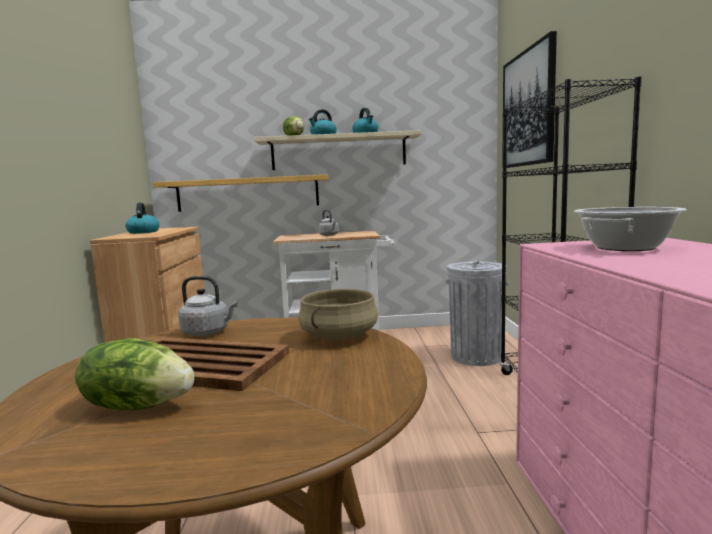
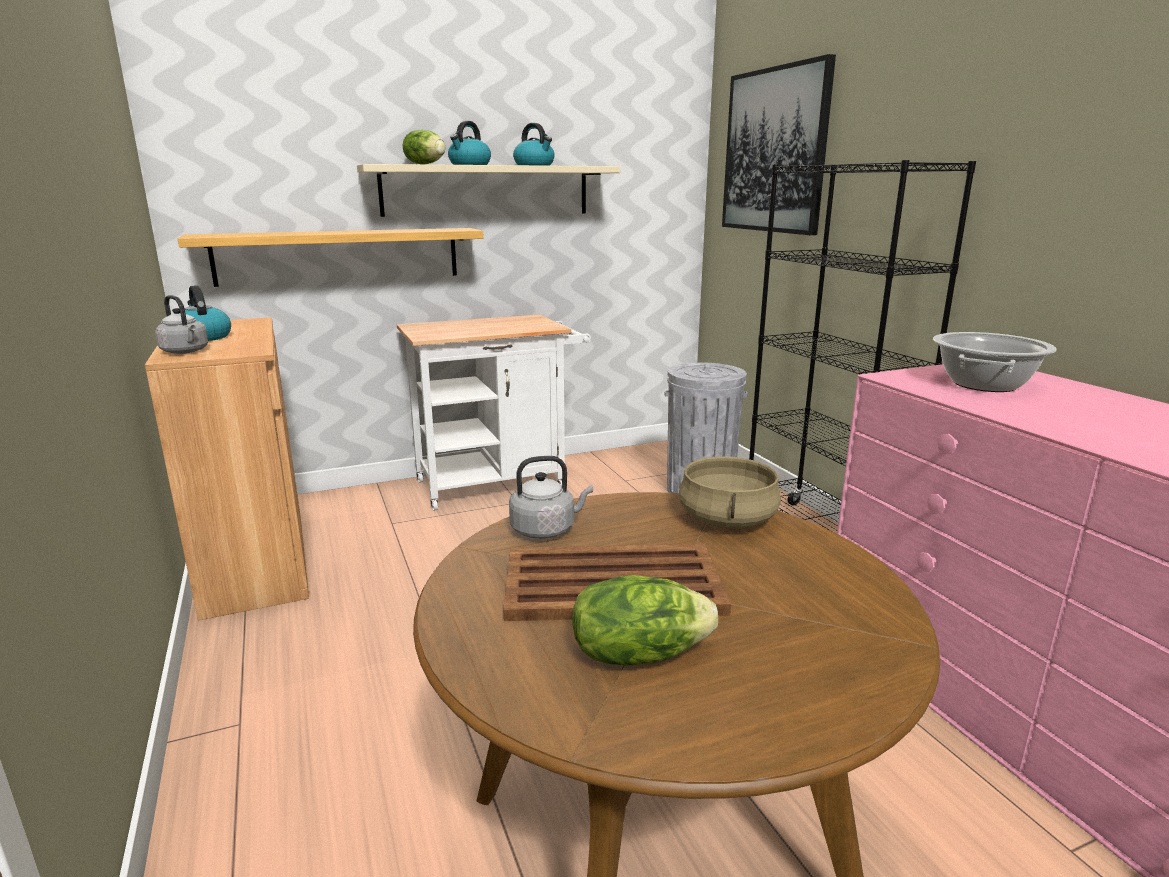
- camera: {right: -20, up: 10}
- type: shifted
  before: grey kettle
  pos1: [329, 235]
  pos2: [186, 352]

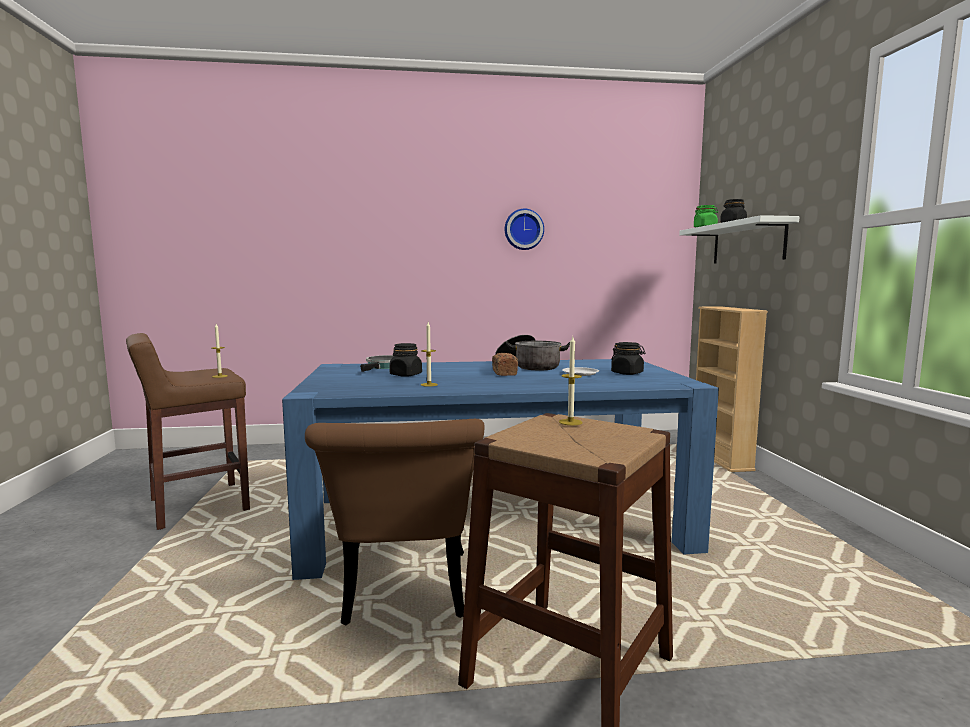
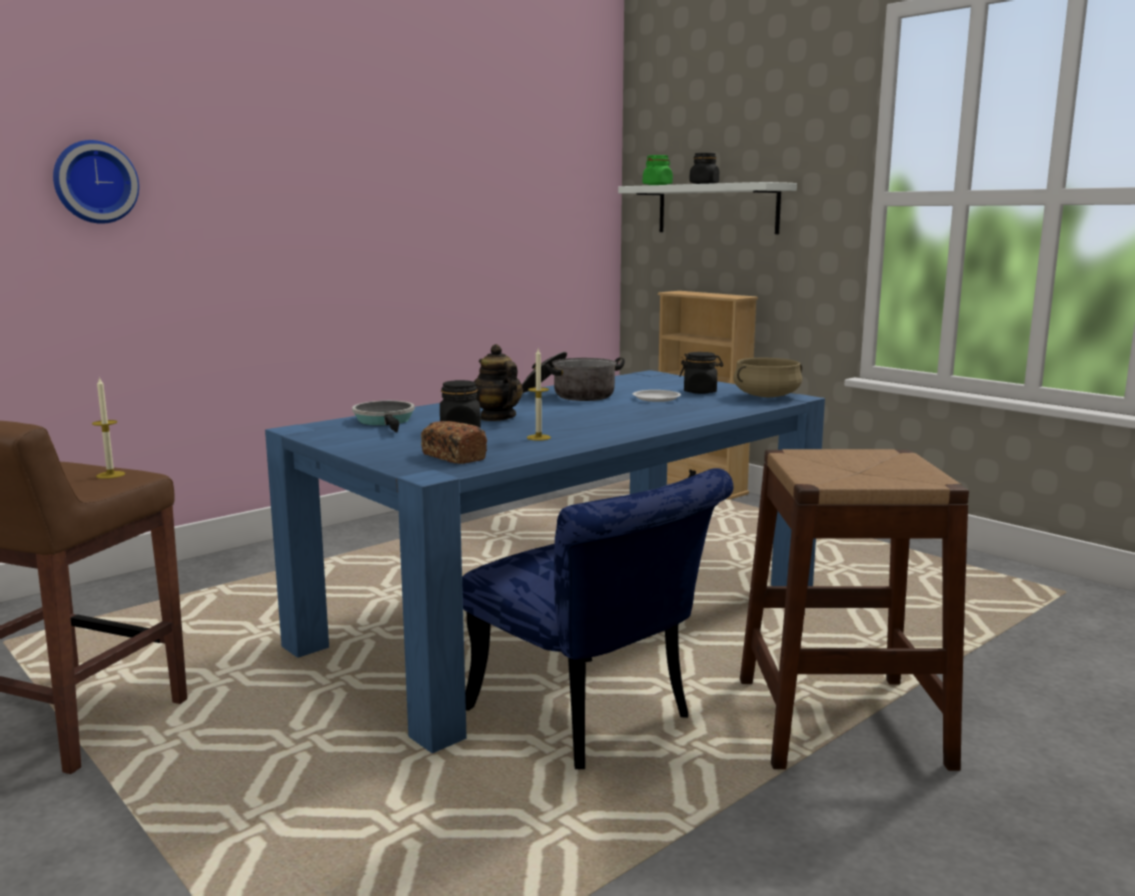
- camera: {right: -35, up: 5}
- type: shifted
  before: wall clock
  pos1: [523, 229]
  pos2: [94, 182]
- type: gone
  before: candle
  pos1: [570, 422]
- type: shifted
  before: bread
  pos1: [504, 373]
  pos2: [453, 457]
- type: repainted
  before: brown chair
  after: blue chair
  pos1: [403, 594]
  pos2: [592, 719]
- type: new
  after: teapot
  pos2: [497, 417]
- type: new
  after: beige cooking pot
  pos2: [766, 396]

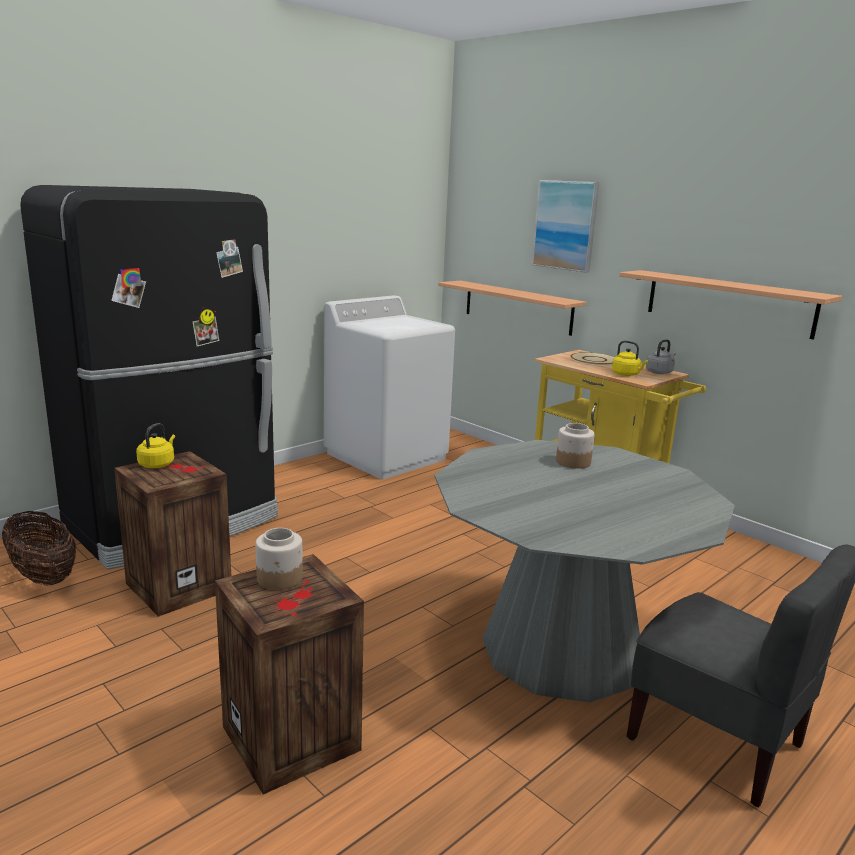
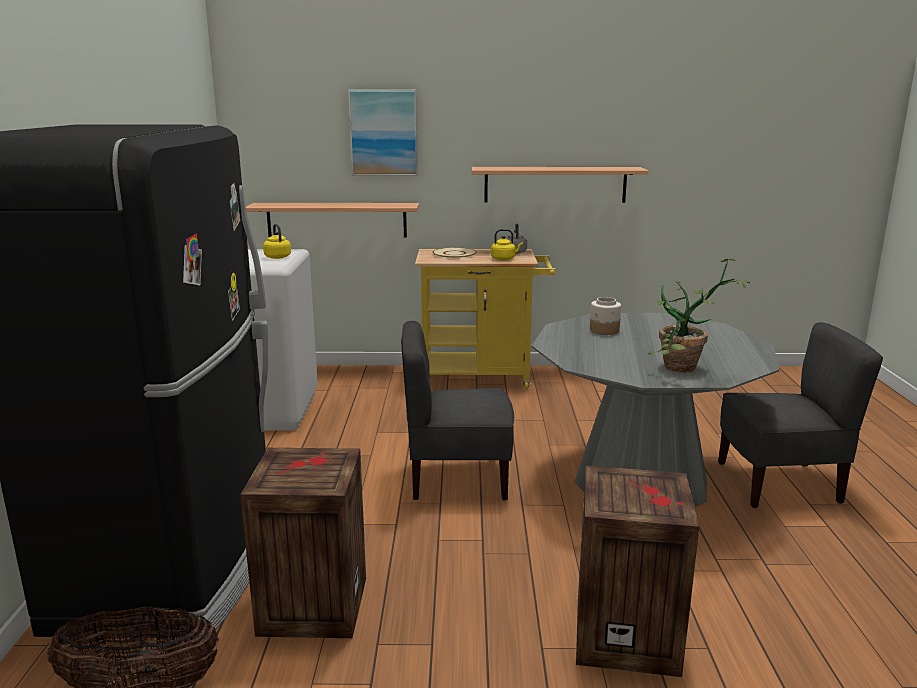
- camera: {right: -45, up: 0}
- type: shifted
  before: yellow kettle
  pos1: [157, 464]
  pos2: [277, 257]
- type: gone
  before: jar
  pos1: [280, 578]
- type: new
  after: potted plant
  pos2: [684, 370]
- type: new
  after: grey chair
  pos2: [457, 479]

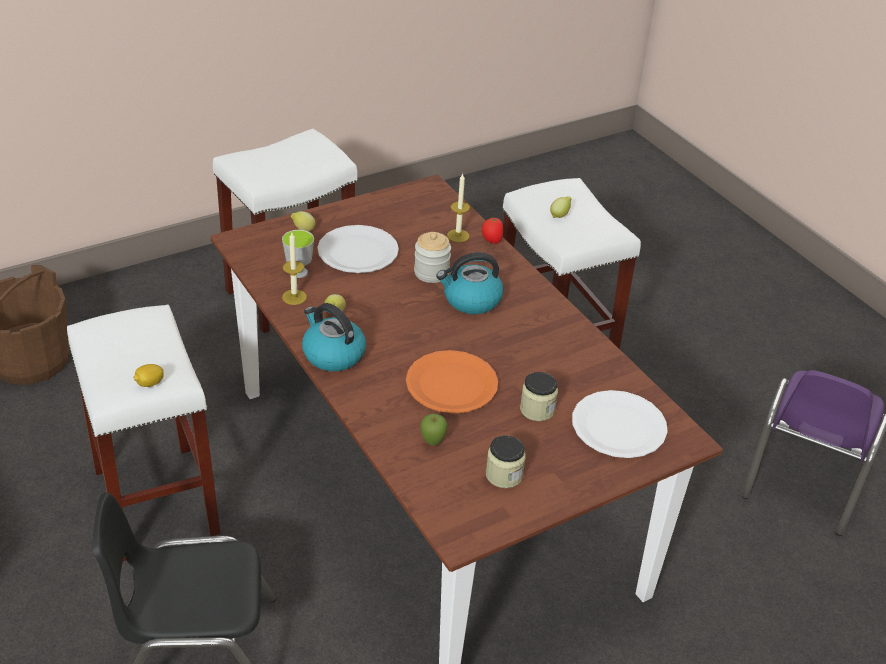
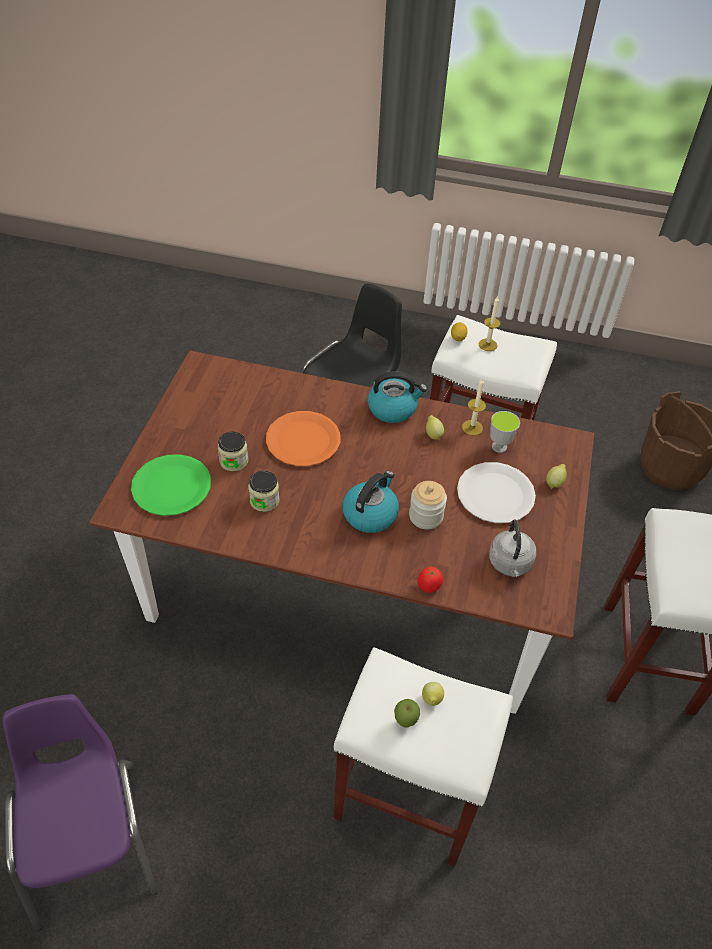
- camera: {right: 135, up: 10}
- type: shifted
  before: candle
  pos1: [458, 235]
  pos2: [487, 345]
- type: repainted
  before: white plate
  after: green plate
  pos1: [619, 426]
  pos2: [171, 486]
- type: shifted
  before: apple
  pos1: [432, 443]
  pos2: [405, 722]
- type: shifted
  before: jar
  pos1: [504, 475]
  pos2: [264, 500]
- type: new
  after: grey kettle
  pos2: [510, 564]

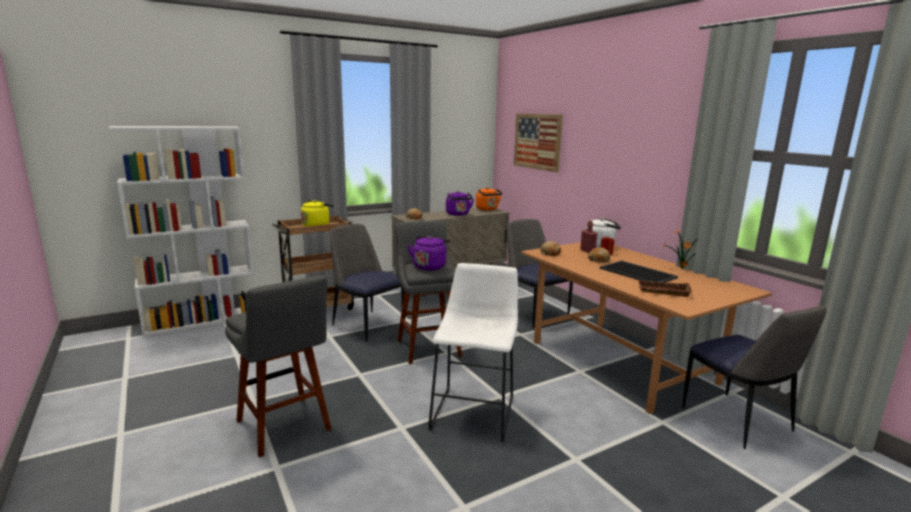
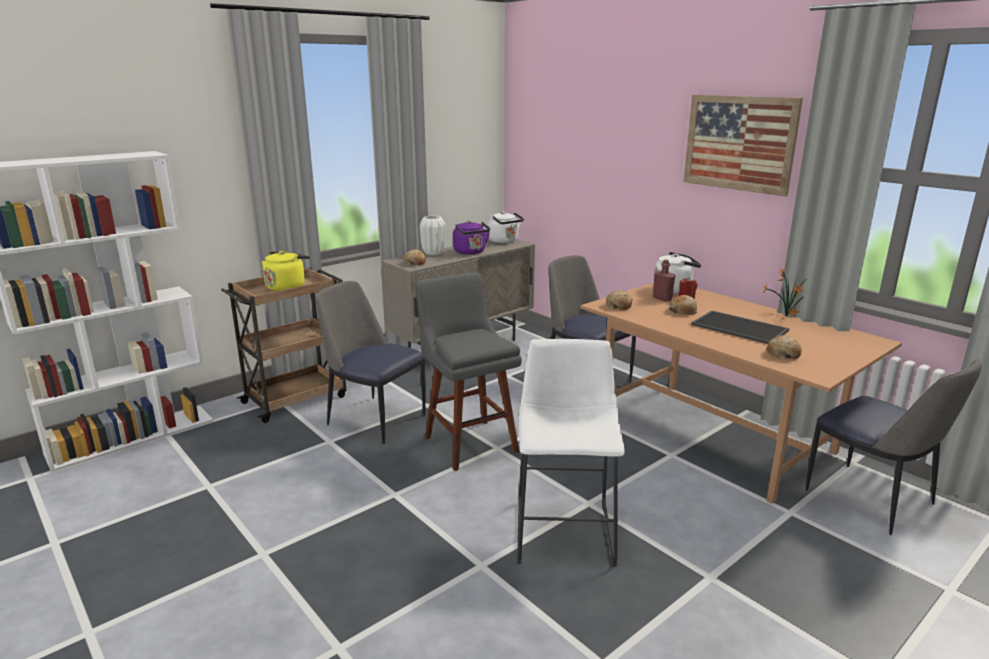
- camera: {right: -10, up: 5}
- type: shifted
  before: picture
  pos1: [537, 141]
  pos2: [739, 143]
- type: repainted
  before: orange kettle
  after: white kettle
  pos1: [487, 209]
  pos2: [504, 241]
- type: gone
  before: purple kettle
  pos1: [429, 266]
- type: gone
  before: grey stool
  pos1: [285, 428]
- type: swapped
  before: brown tray
  after: bread
  pos1: [662, 292]
  pos2: [782, 354]
- type: new
  after: white vase
  pos2: [433, 253]

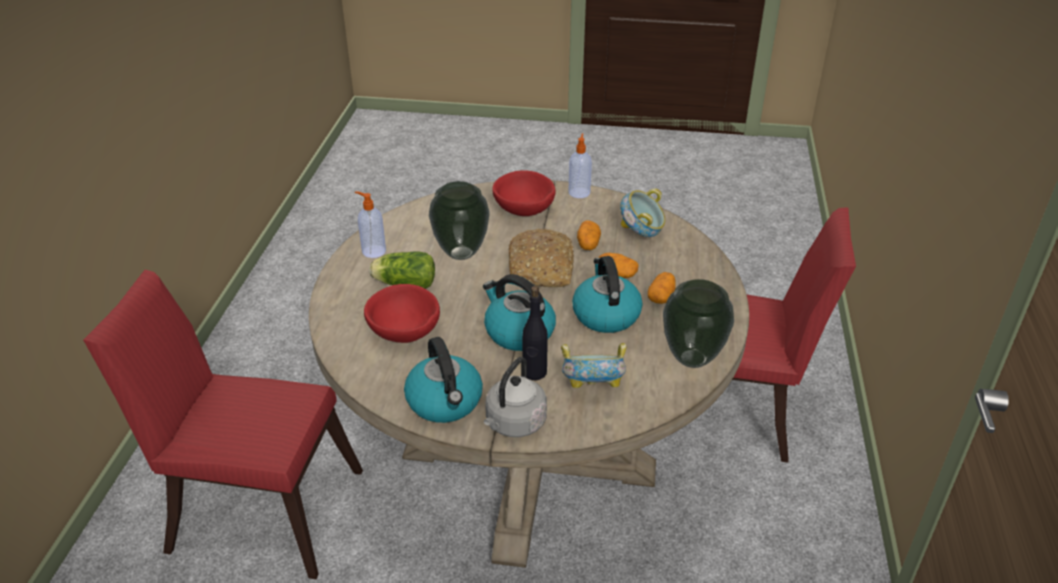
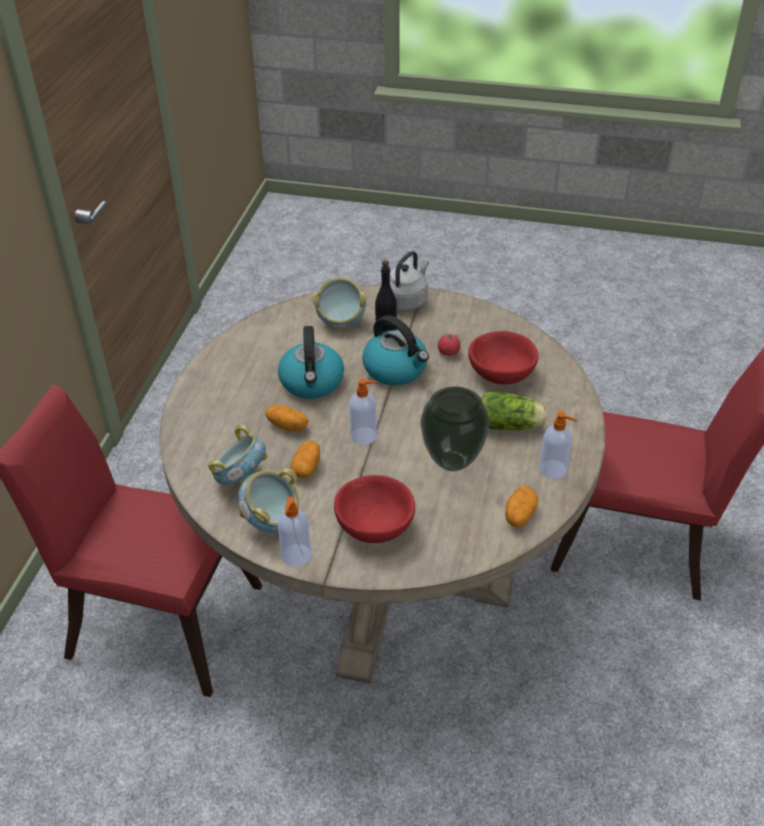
- camera: {right: -175, up: 5}
- type: swapped
  before: bread
  after: soap dispenser
  pos1: [542, 269]
  pos2: [364, 436]
- type: shifted
  before: potato
  pos1: [661, 297]
  pos2: [519, 515]
- type: gone
  before: vase
  pos1: [692, 358]
- type: gone
  before: kettle
  pos1: [445, 402]
- type: new
  after: tomato
  pos2: [448, 352]
- type: new
  after: bowl
  pos2: [271, 521]

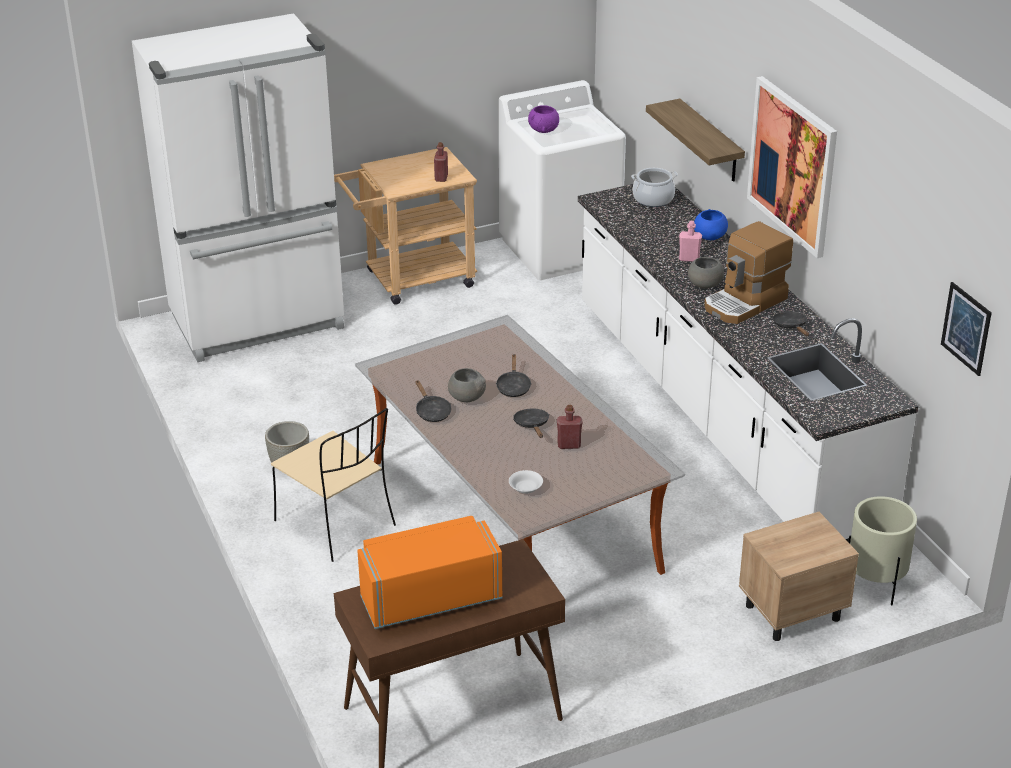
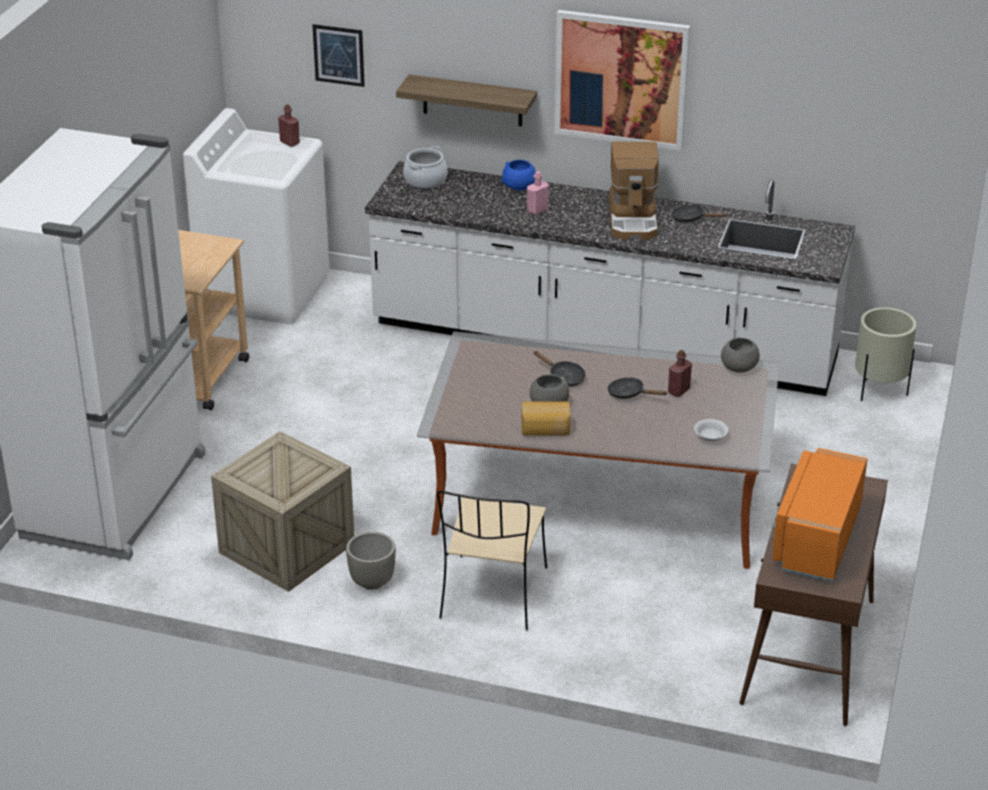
- camera: {right: -50, up: 0}
- type: gone
  before: purple bowl
  pos1: [543, 130]
- type: shifted
  before: red bottle
  pos1: [441, 178]
  pos2: [289, 142]
- type: shifted
  before: grey bowl
  pos1: [704, 285]
  pos2: [739, 368]
- type: shifted
  before: picture
  pos1: [966, 328]
  pos2: [338, 55]
- type: swapped
  before: black frying pan
  after: bread
  pos1: [432, 411]
  pos2: [545, 430]
- type: rotated
  before: beige chair
  pos1: [337, 524]
  pos2: [493, 595]
  turn: 105
- type: gone
  before: beige nightstand
  pos1: [791, 612]
- type: new
  after: crate
  pos2: [287, 548]

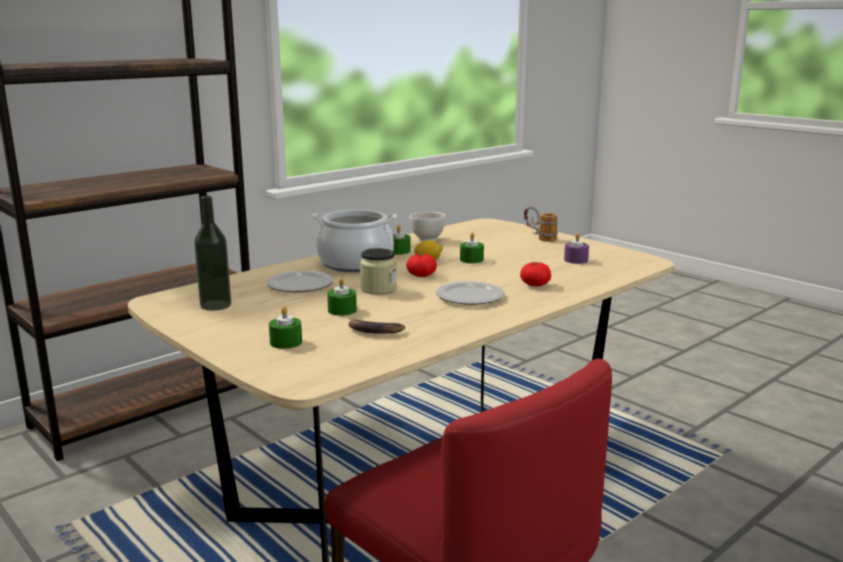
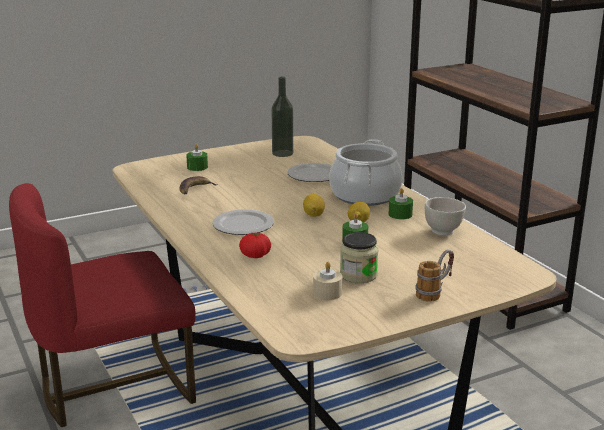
- camera: {right: 105, up: 5}
- type: repainted
  before: purple candle
  after: beige candle
  pos1: [576, 260]
  pos2: [327, 293]
- type: shifted
  before: jar
  pos1: [378, 289]
  pos2: [358, 275]
- type: swapped
  before: tomato
  after: lemon
  pos1: [421, 275]
  pos2: [313, 215]
- type: gone
  before: green candle
  pos1: [342, 310]

